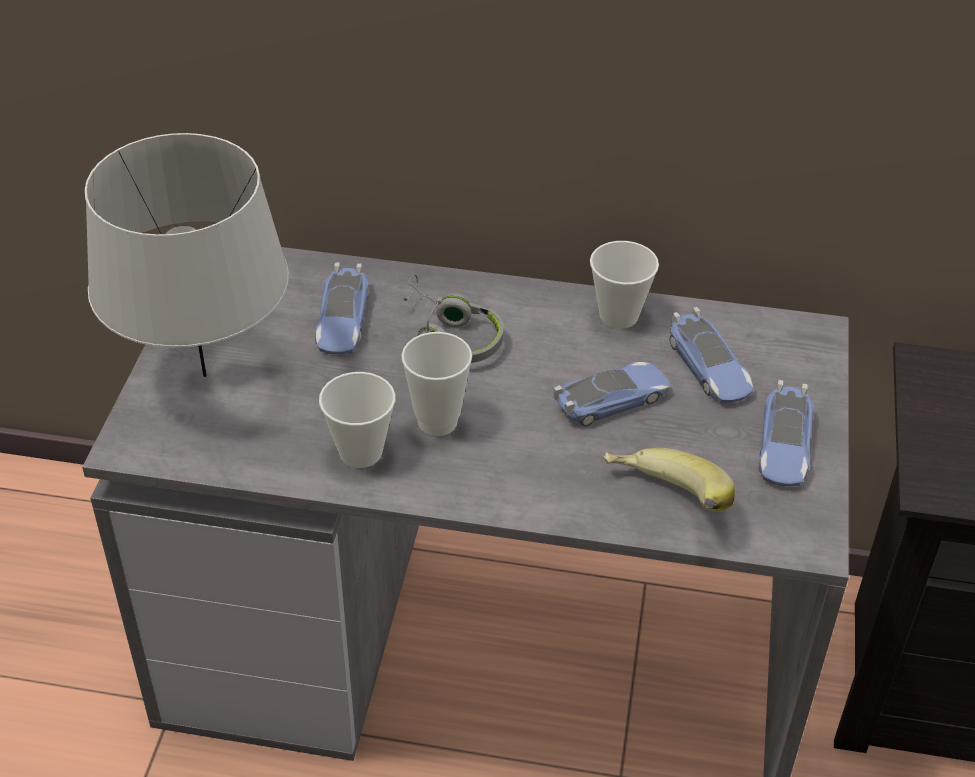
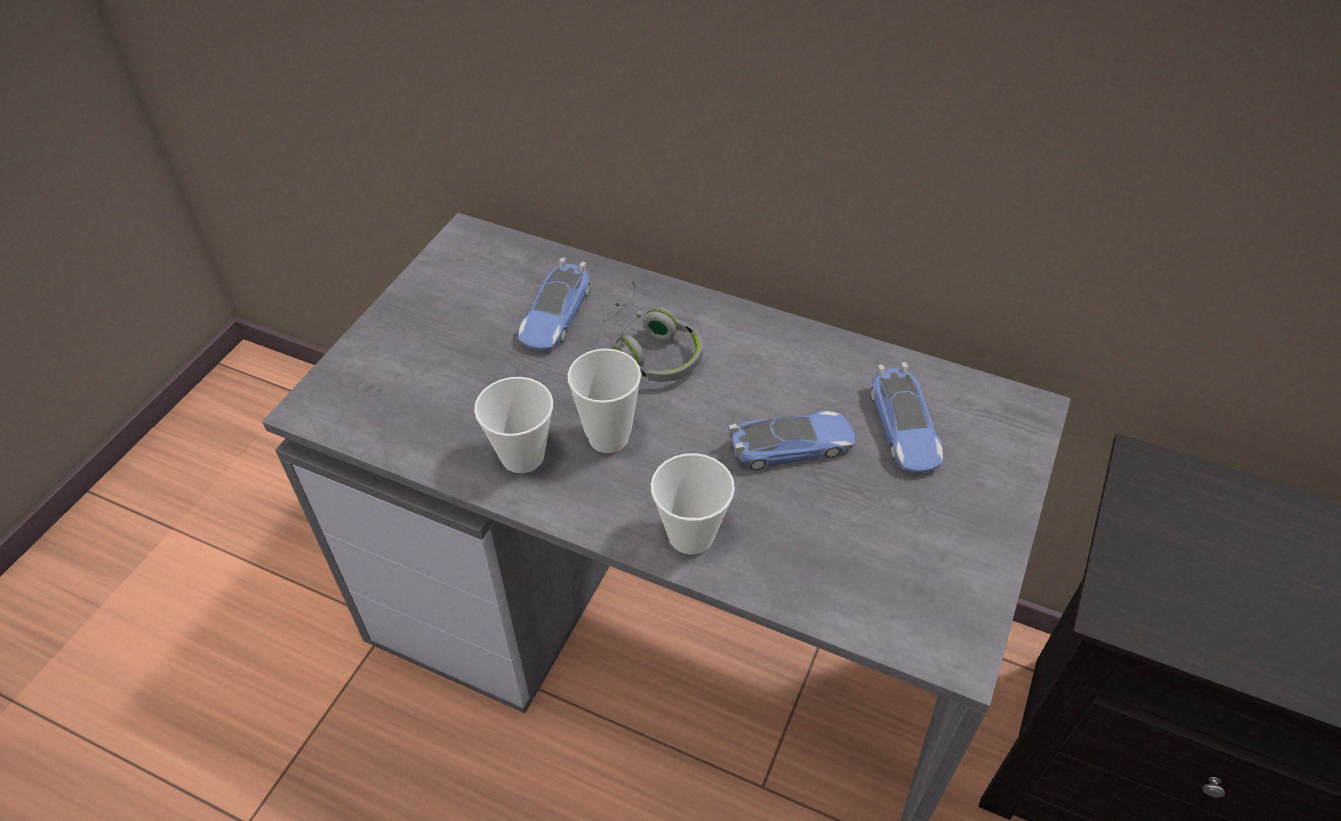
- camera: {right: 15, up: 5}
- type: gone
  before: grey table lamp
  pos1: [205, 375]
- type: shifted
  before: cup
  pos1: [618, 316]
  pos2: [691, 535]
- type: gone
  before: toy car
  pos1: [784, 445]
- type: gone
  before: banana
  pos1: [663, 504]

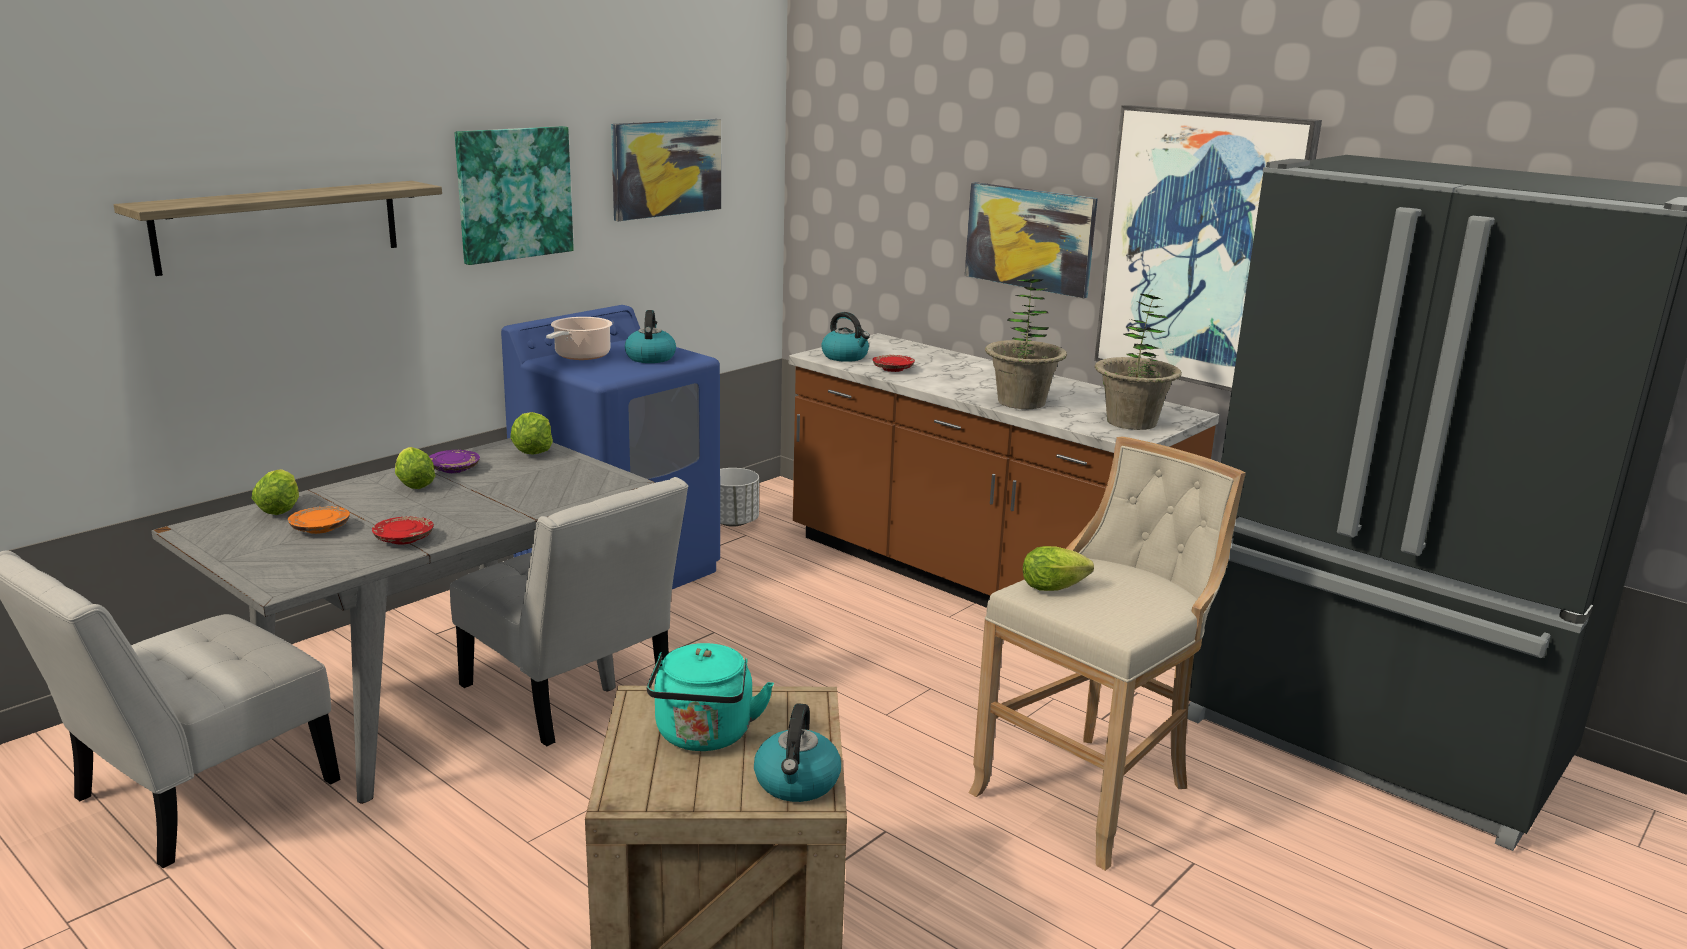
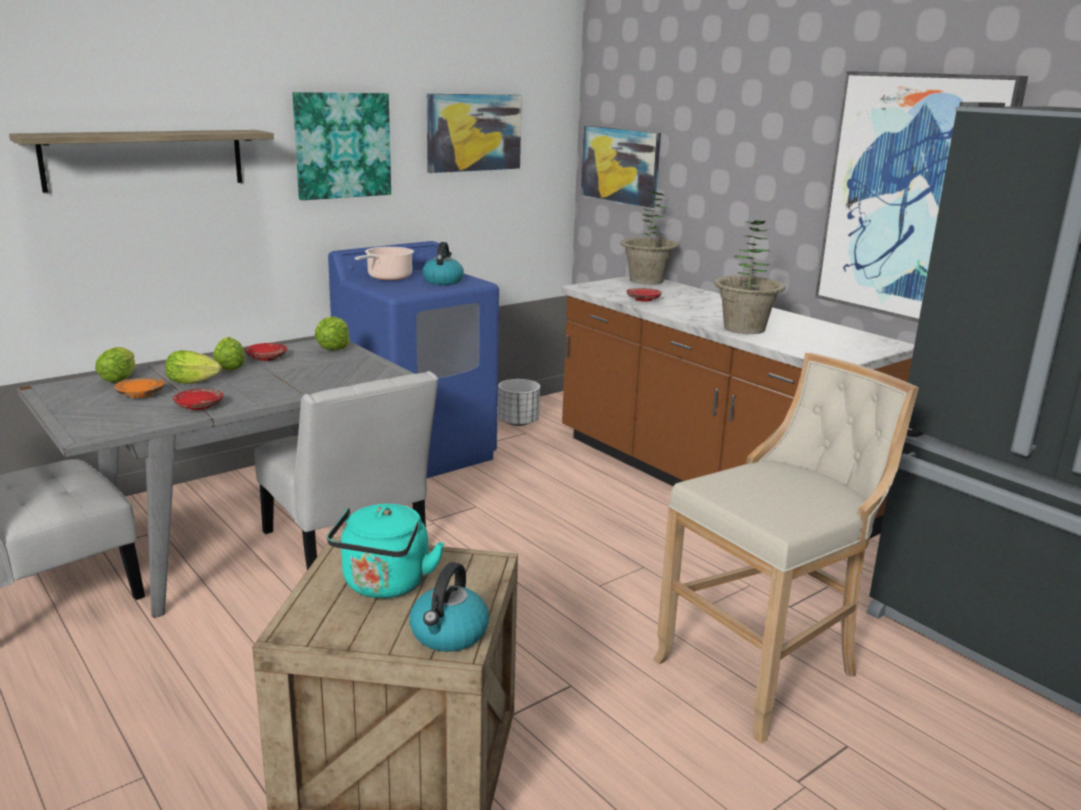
- camera: {right: 10, up: 0}
- type: shifted
  before: picture
  pos1: [1030, 238]
  pos2: [620, 165]
- type: shifted
  before: potted plant
  pos1: [1131, 422]
  pos2: [646, 281]
- type: gone
  before: kettle
  pos1: [845, 357]
- type: repainted
  before: purple plate
  after: red plate
  pos1: [454, 469]
  pos2: [267, 358]
- type: shifted
  before: lettuce
  pos1: [1057, 588]
  pos2: [195, 382]

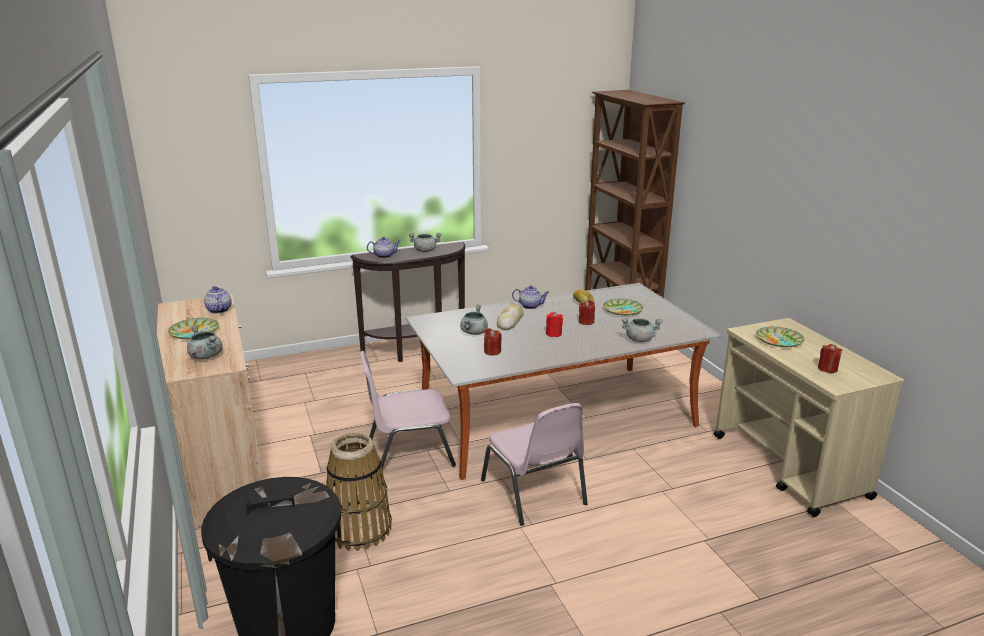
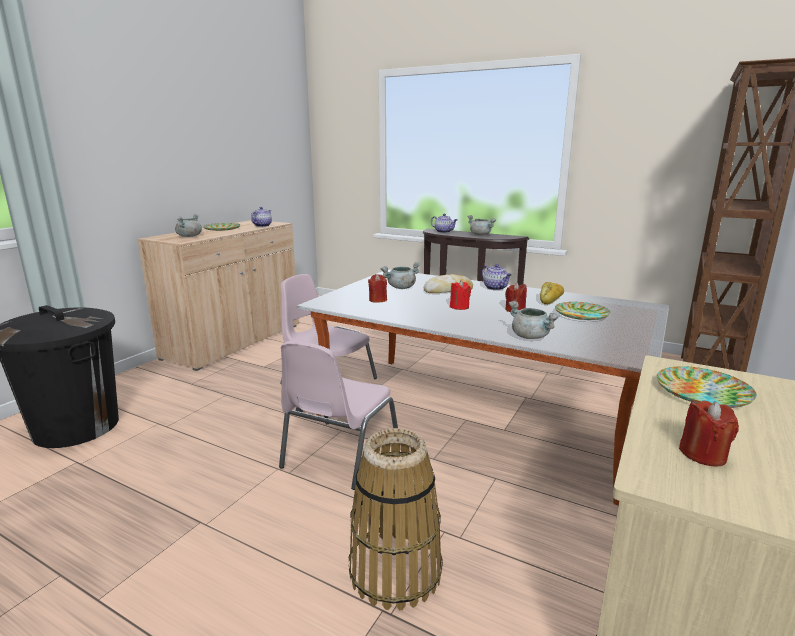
- camera: {right: 50, up: -5}
- type: shifted
  before: basket
  pos1: [359, 529]
  pos2: [395, 571]

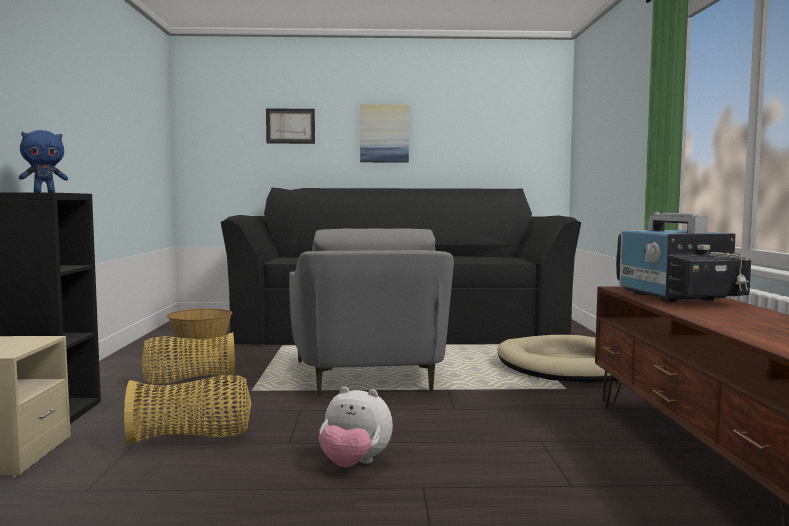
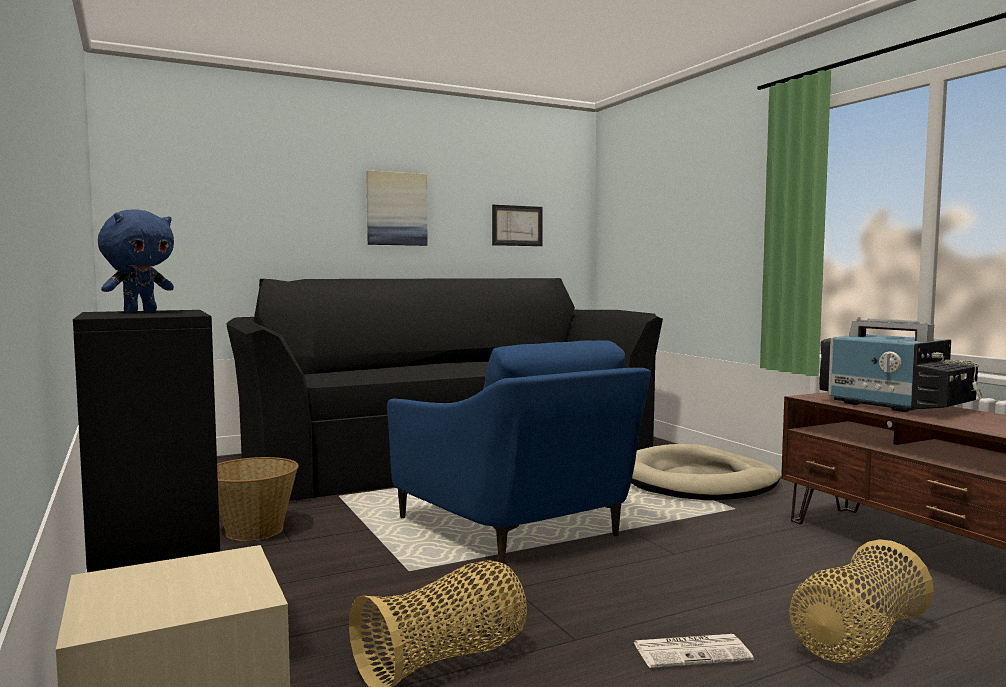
- camera: {right: -25, up: 0}
- type: shifted
  before: picture
  pos1: [290, 126]
  pos2: [517, 225]
- type: repainted
  before: grey armchair
  after: blue armchair
  pos1: [370, 377]
  pos2: [521, 526]
- type: shifted
  before: basket
  pos1: [189, 381]
  pos2: [856, 640]
- type: swapped
  before: plush toy
  after: newspaper
  pos1: [354, 464]
  pos2: [692, 651]

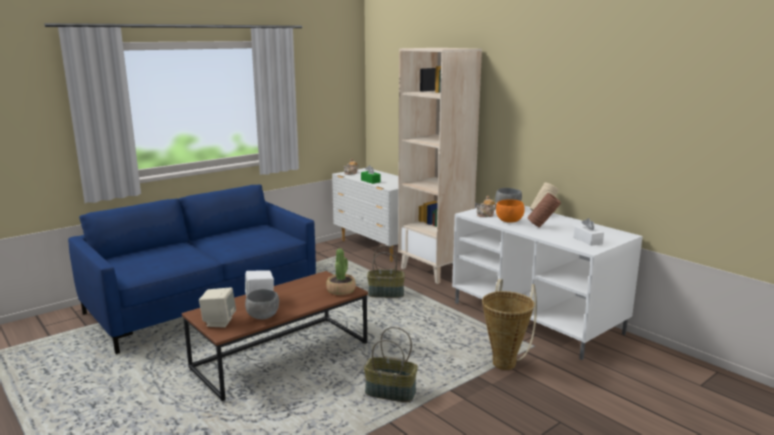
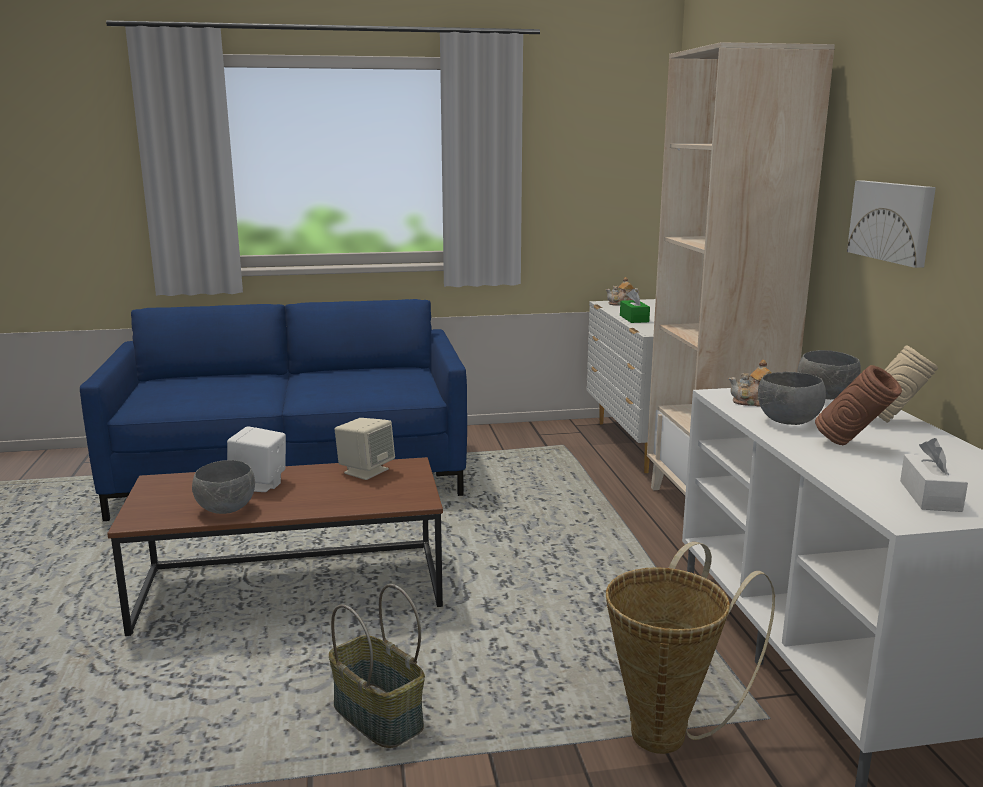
- camera: {right: 30, up: 0}
- type: repainted
  before: orange bowl
  after: grey bowl
  pos1: [509, 221]
  pos2: [788, 422]
- type: gone
  before: basket
  pos1: [386, 293]
- type: gone
  before: potted plant
  pos1: [341, 290]
- type: shifted
  before: beige speaker
  pos1: [219, 322]
  pos2: [366, 471]
- type: new
  after: picture
  pos2: [893, 221]

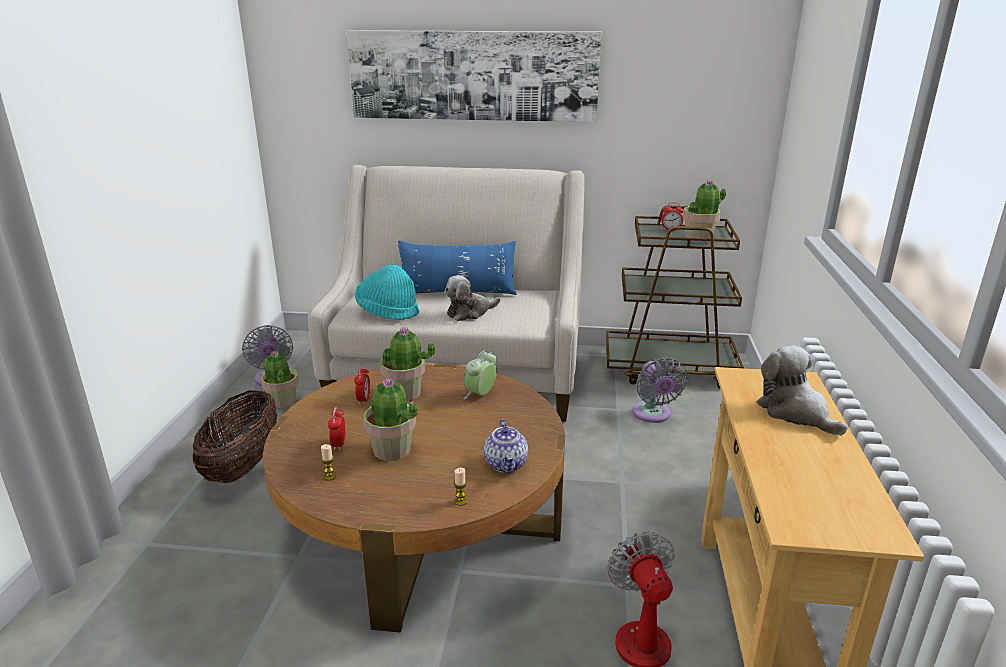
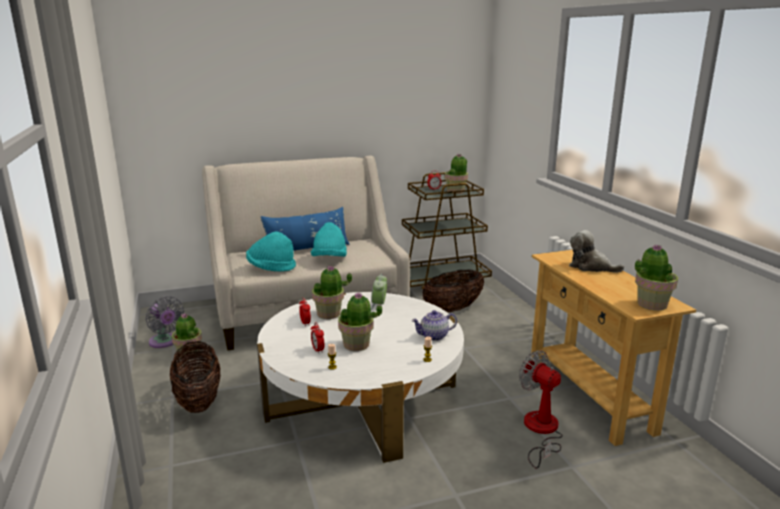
- camera: {right: -25, up: -5}
- type: gone
  before: picture
  pos1: [473, 76]
- type: swapped
  before: plush toy
  after: turquoise hat
  pos1: [470, 312]
  pos2: [329, 259]
- type: swapped
  before: grey fan
  after: basket
  pos1: [652, 415]
  pos2: [453, 309]
- type: repainted
  before: brown coffee table
  after: white coffee table
  pos1: [422, 521]
  pos2: [362, 399]
- type: rotated
  before: teapot
  pos1: [506, 464]
  pos2: [434, 336]
  turn: 105
- type: new
  after: potted plant
  pos2: [651, 304]

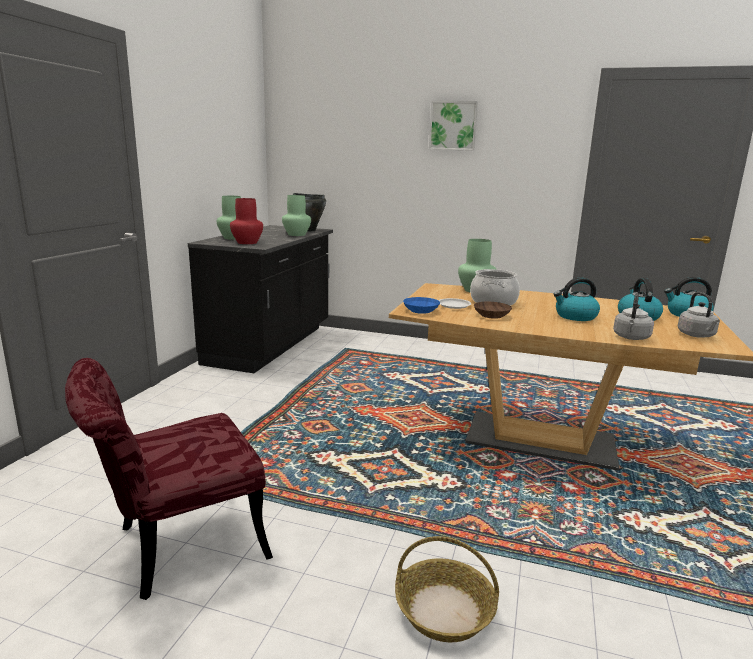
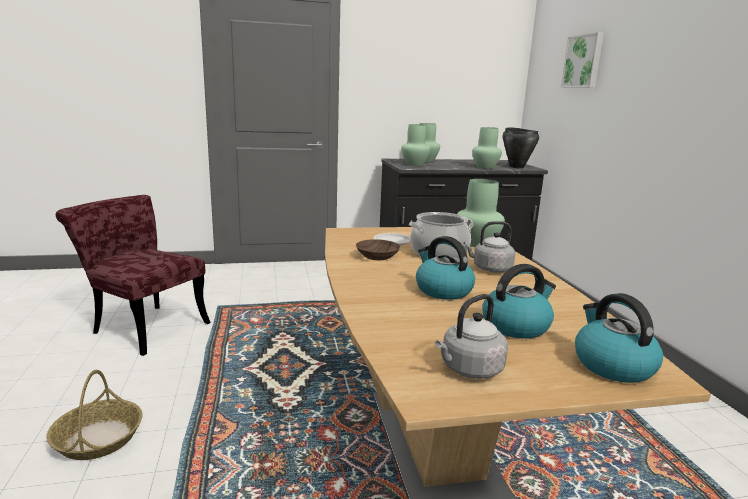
- camera: {right: 60, up: 0}
- type: shifted
  before: picture
  pos1: [453, 126]
  pos2: [583, 61]
- type: repainted
  before: red vase
  after: green vase
  pos1: [246, 242]
  pos2: [414, 164]
- type: shifted
  before: grey kettle
  pos1: [631, 338]
  pos2: [490, 269]
- type: gone
  before: blue bowl
  pos1: [420, 311]

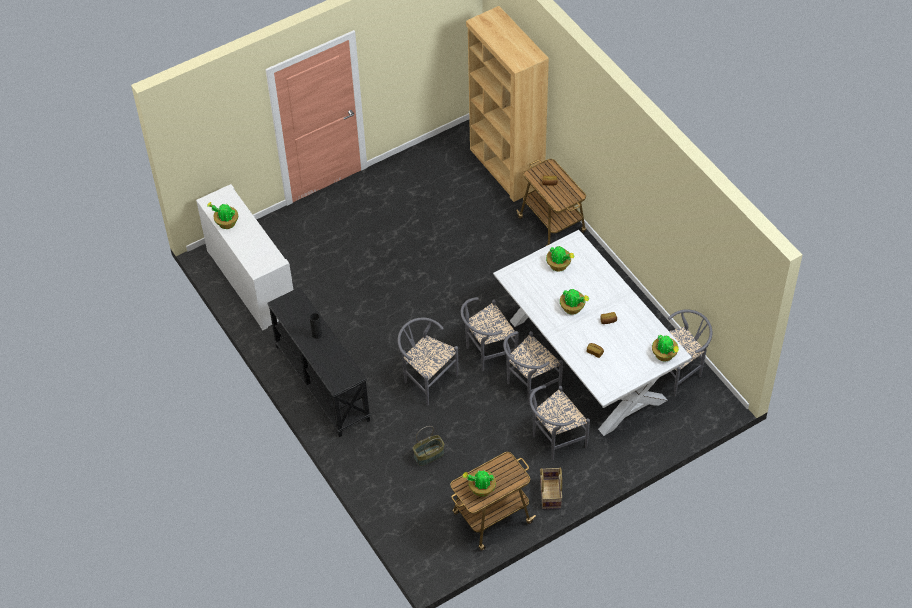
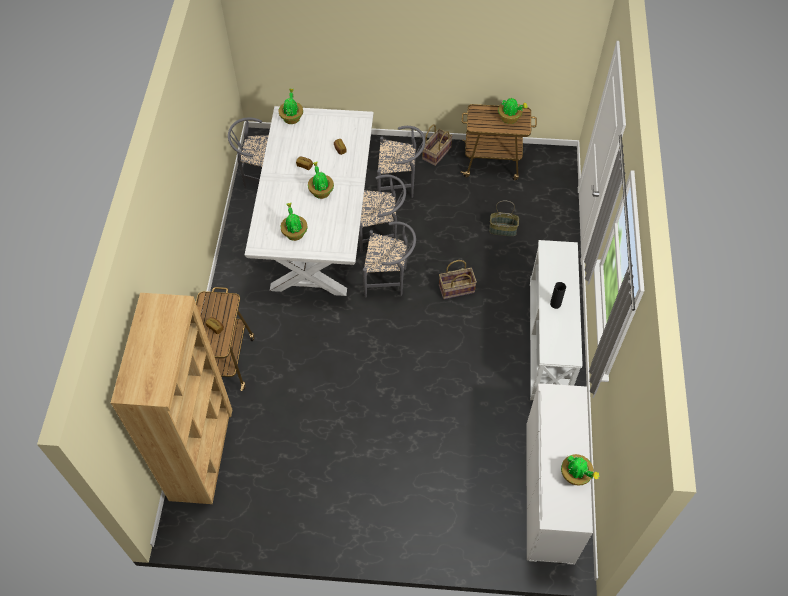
- camera: {right: -145, up: 5}
- type: repainted
  before: black console table
  after: white console table
  pos1: [321, 383]
  pos2: [549, 341]
- type: swapped
  before: grey chair
  after: basket
  pos1: [426, 379]
  pos2: [456, 289]

